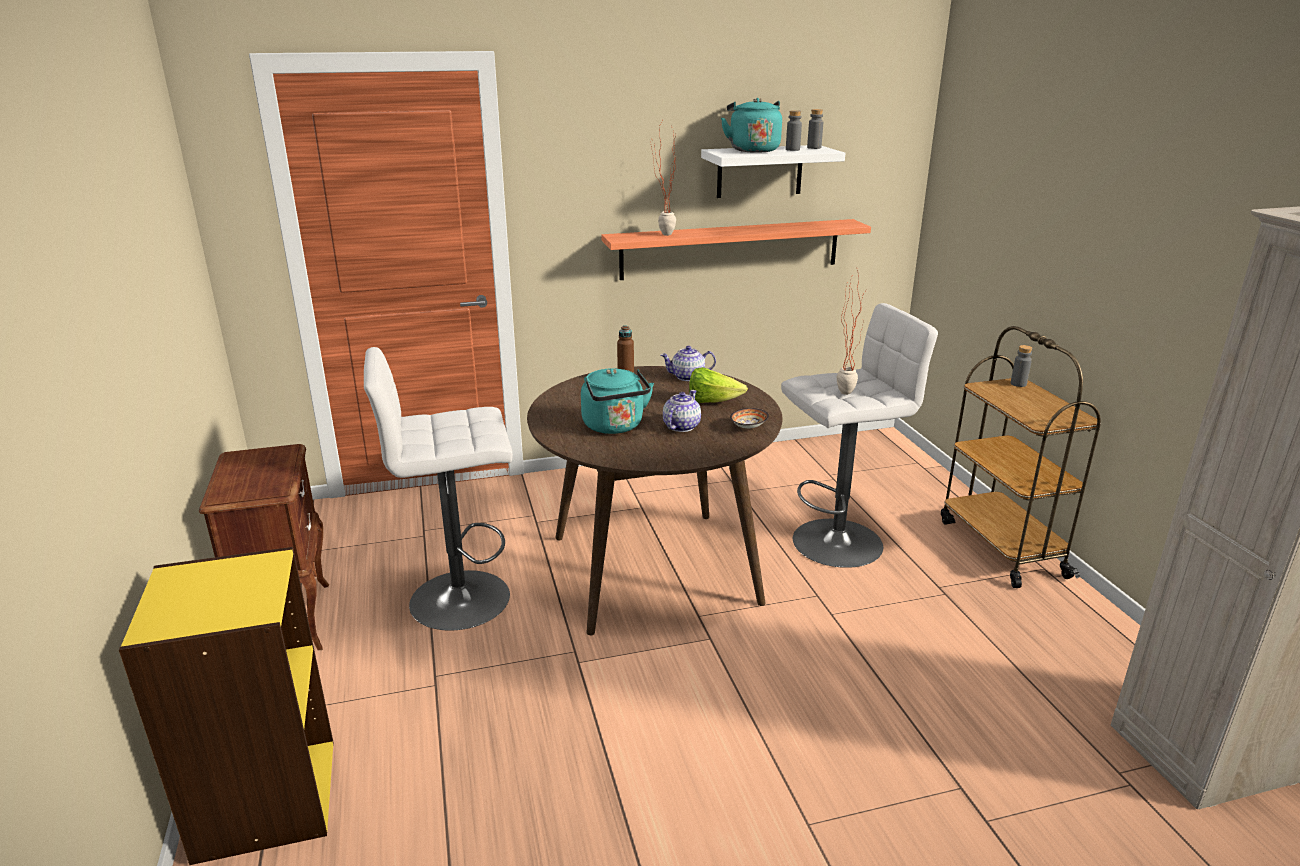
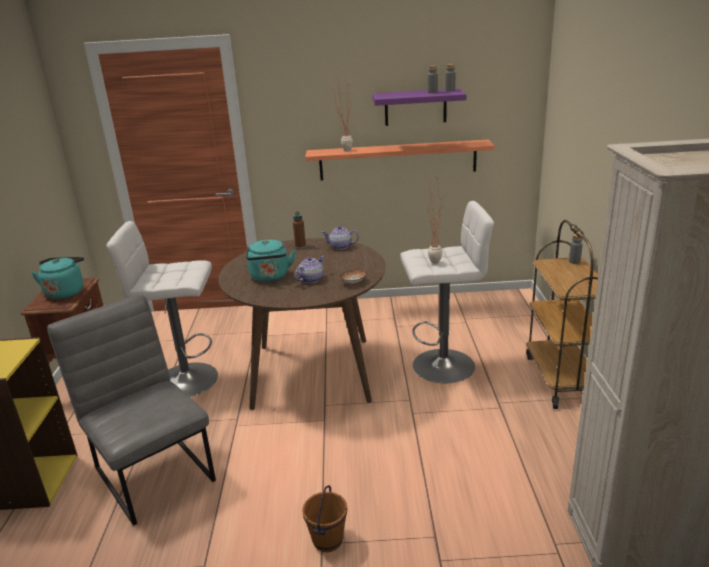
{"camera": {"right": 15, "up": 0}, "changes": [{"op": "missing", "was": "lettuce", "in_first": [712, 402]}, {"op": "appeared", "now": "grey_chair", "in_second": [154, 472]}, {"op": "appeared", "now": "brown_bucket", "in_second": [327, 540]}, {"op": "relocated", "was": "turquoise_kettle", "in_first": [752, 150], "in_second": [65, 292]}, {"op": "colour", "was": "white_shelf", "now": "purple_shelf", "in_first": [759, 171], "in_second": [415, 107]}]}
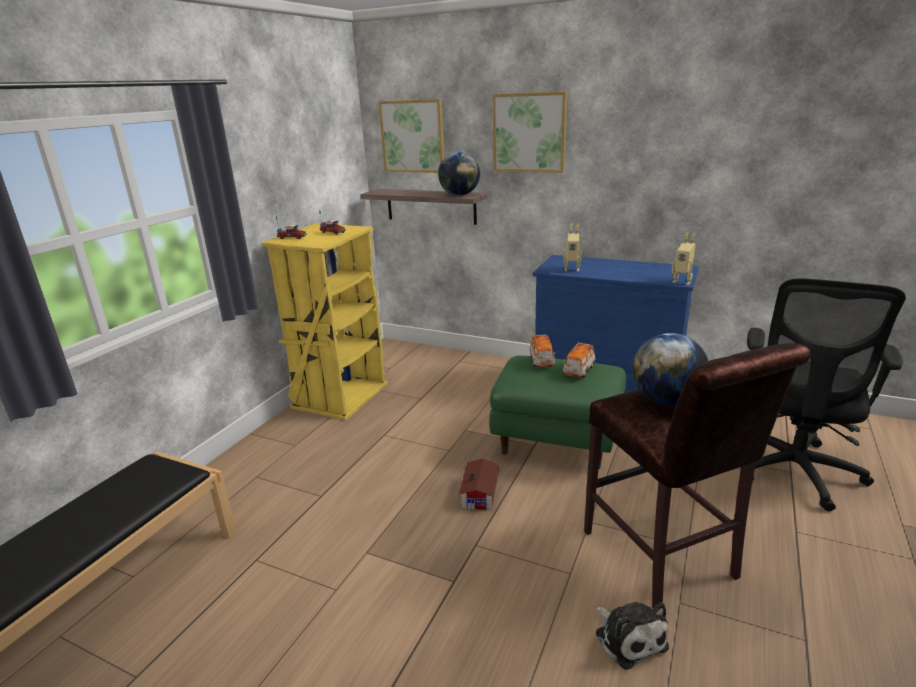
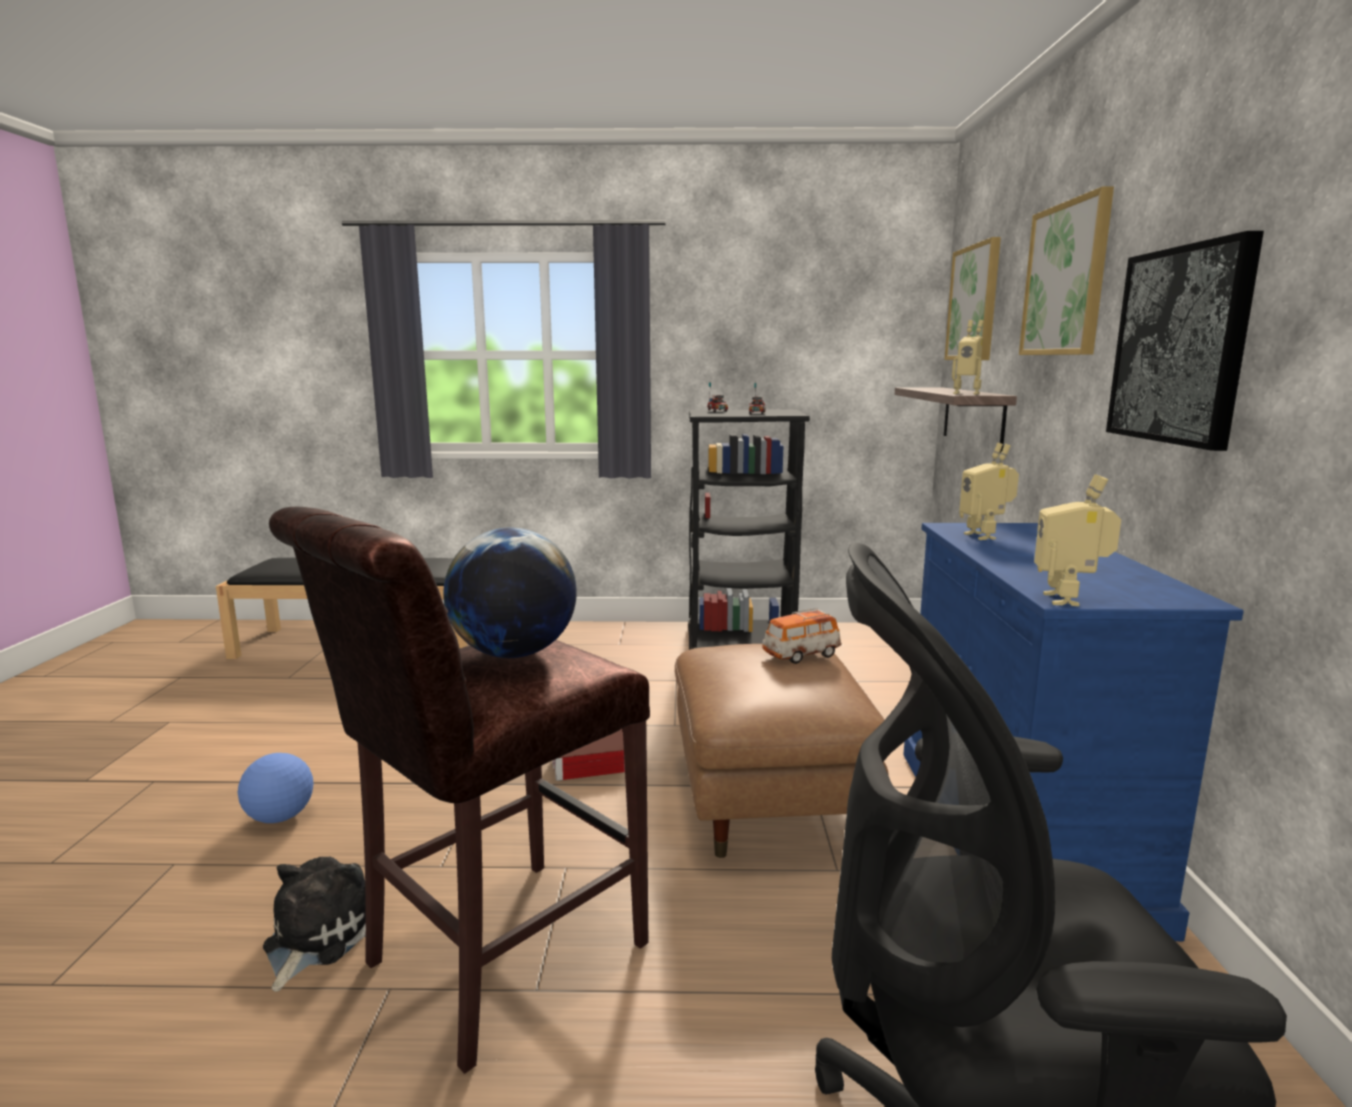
{"camera": {"right": 65, "up": -10}, "changes": [{"op": "missing", "was": "toy_car", "in_first": [578, 371]}, {"op": "appeared", "now": "football", "in_second": [280, 817]}, {"op": "appeared", "now": "picture", "in_second": [1180, 345]}, {"op": "exchanged", "was": "globe", "now": "toy_robot", "in_first": [459, 195], "in_second": [967, 393]}, {"op": "colour", "was": "yellow_bookcase", "now": "black_bookcase", "in_first": [341, 395], "in_second": [742, 638]}, {"op": "colour", "was": "green_ottoman", "now": "brown_ottoman", "in_first": [558, 442], "in_second": [770, 805]}, {"op": "spun", "was": "plush_toy", "in_first": [628, 637], "in_second": [315, 937], "clockwise": 150}]}
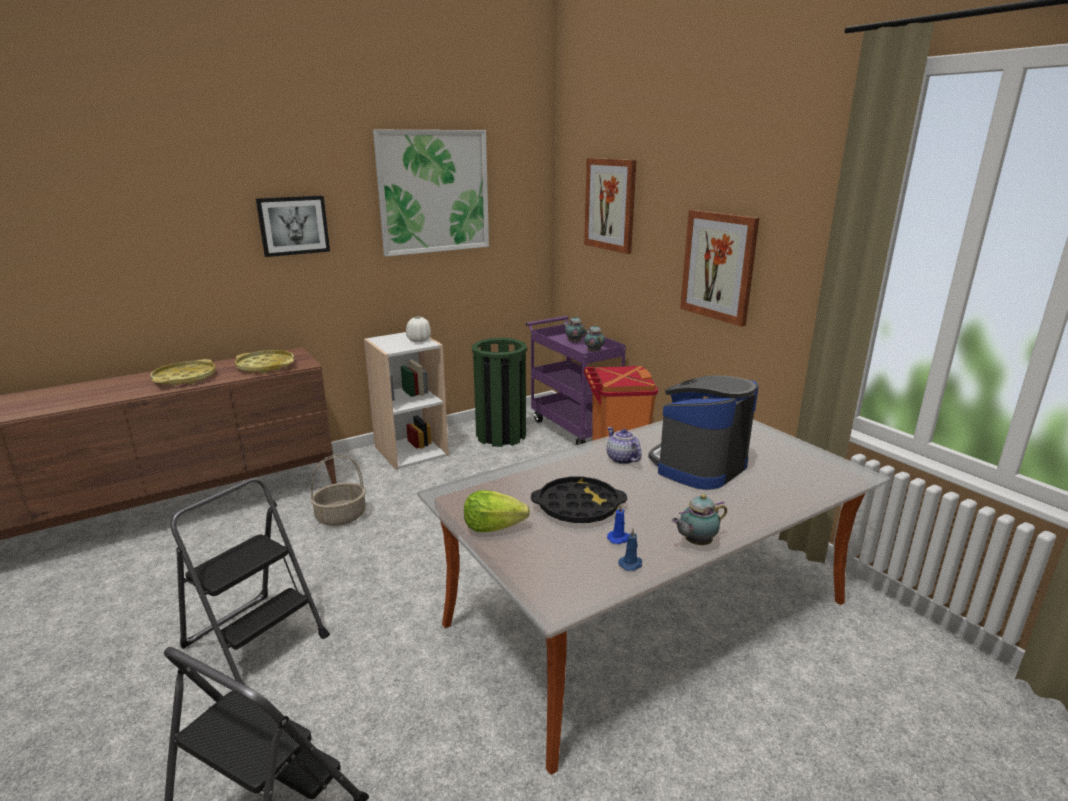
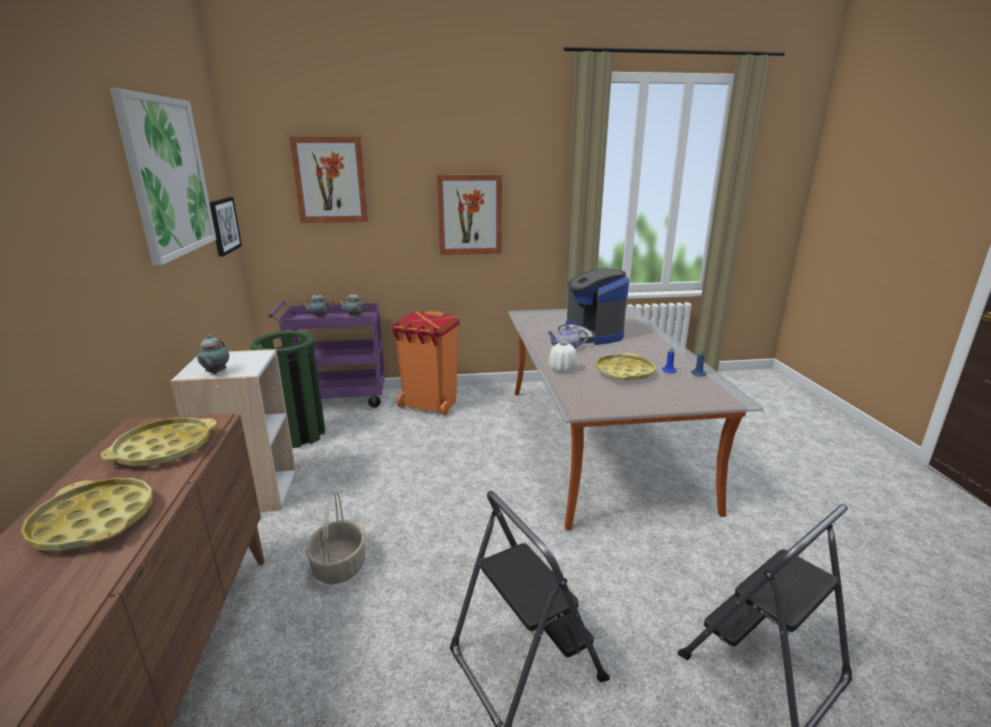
{"camera": {"right": -65, "up": 0}, "changes": [{"op": "missing", "was": "lettuce", "in_first": [492, 527]}, {"op": "relocated", "was": "picture", "in_first": [293, 225], "in_second": [223, 225]}, {"op": "relocated", "was": "white_vase", "in_first": [419, 340], "in_second": [562, 369]}, {"op": "relocated", "was": "teapot", "in_first": [696, 543], "in_second": [215, 373]}, {"op": "colour", "was": "black_tray", "now": "yellow_tray", "in_first": [578, 506], "in_second": [624, 372]}]}
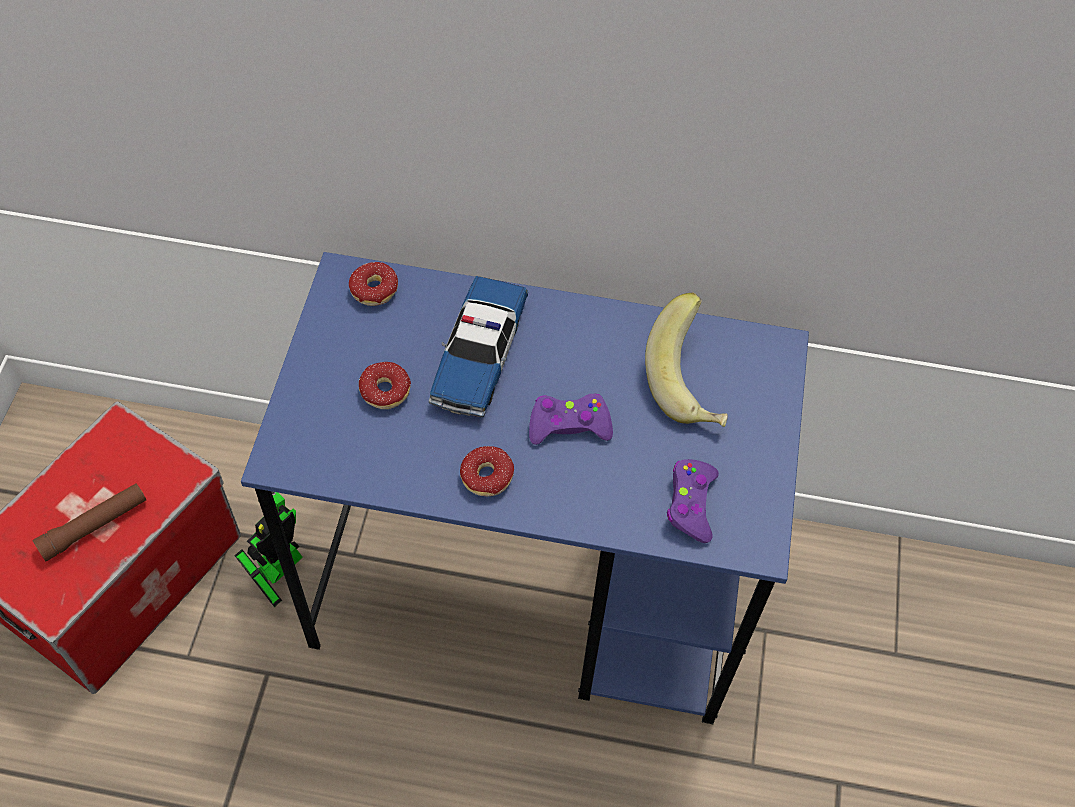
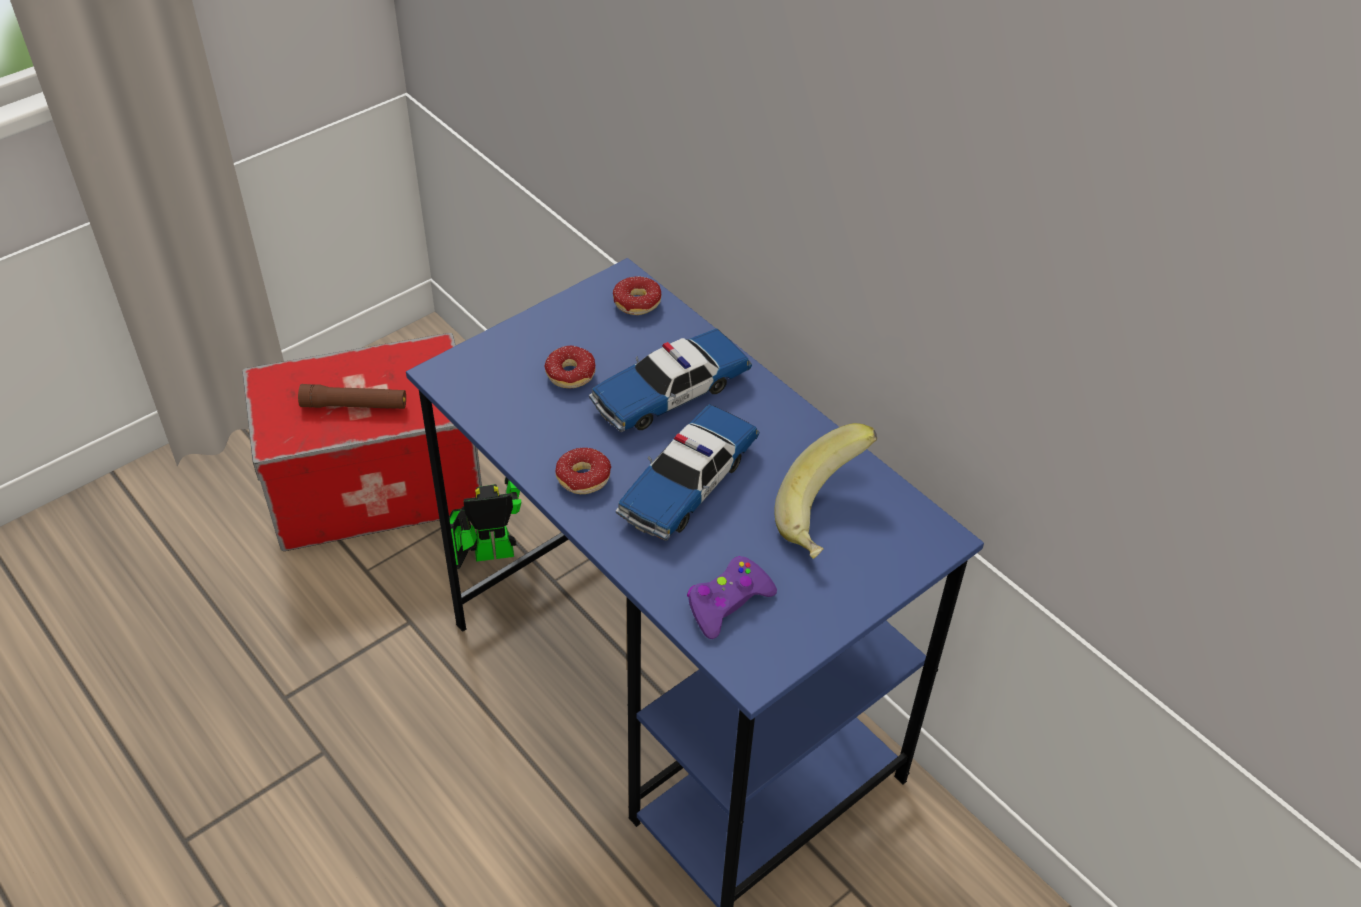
{"camera": {"right": 40, "up": -10}, "changes": [{"op": "exchanged", "was": "purple_game_controller", "now": "toy_car", "in_first": [569, 425], "in_second": [688, 483]}]}
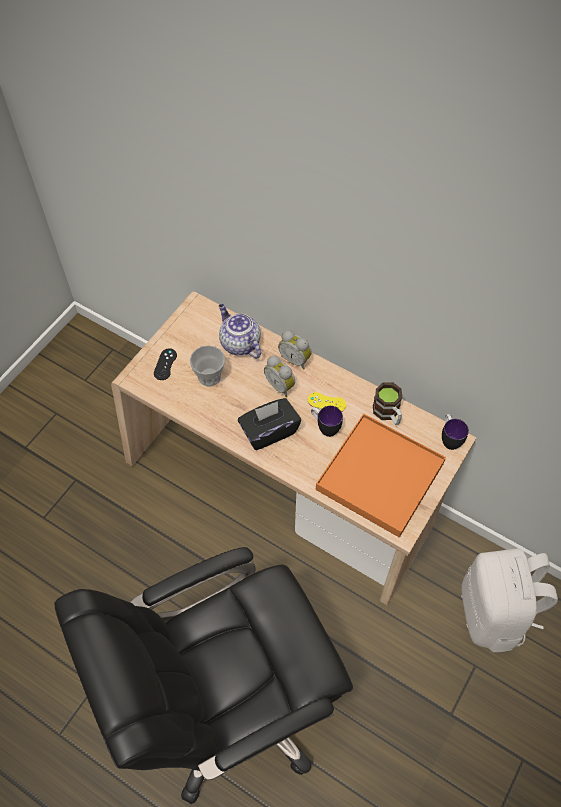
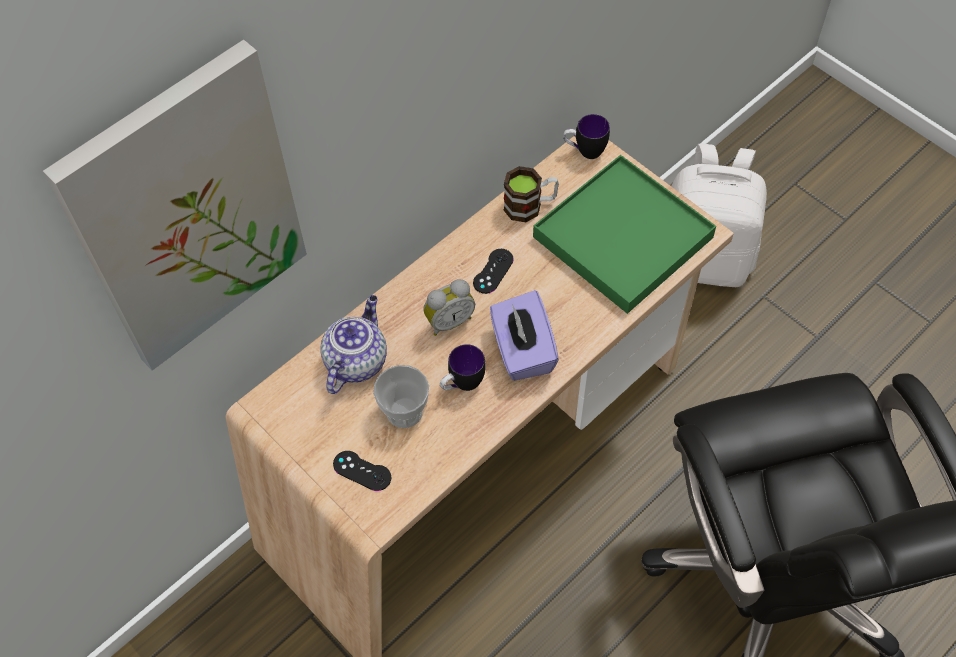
{"camera": {"right": -75, "up": 0}, "changes": [{"op": "missing", "was": "alarm_clock", "in_first": [295, 359]}, {"op": "appeared", "now": "picture", "in_second": [188, 213]}, {"op": "relocated", "was": "mug", "in_first": [325, 427], "in_second": [462, 385]}, {"op": "colour", "was": "black_tissue_box", "now": "purple_tissue_box", "in_first": [269, 431], "in_second": [522, 351]}, {"op": "colour", "was": "yellow_game_controller", "now": "black_game_controller", "in_first": [326, 402], "in_second": [493, 271]}, {"op": "colour", "was": "orange_tray", "now": "green_tray", "in_first": [379, 476], "in_second": [622, 237]}, {"op": "spun", "was": "teapot", "in_first": [239, 343], "in_second": [356, 360], "clockwise": 135}]}
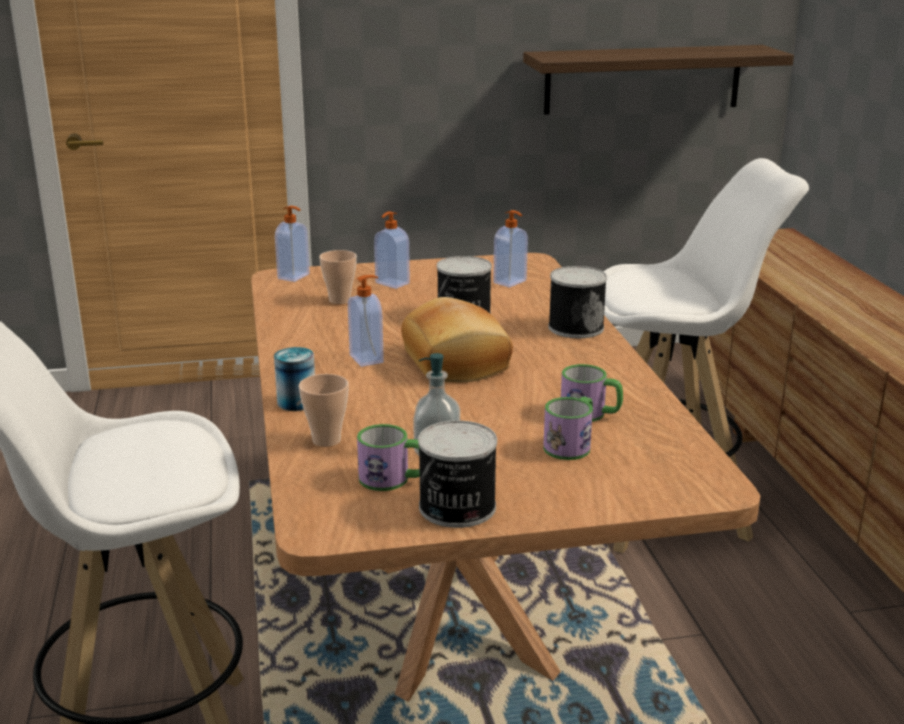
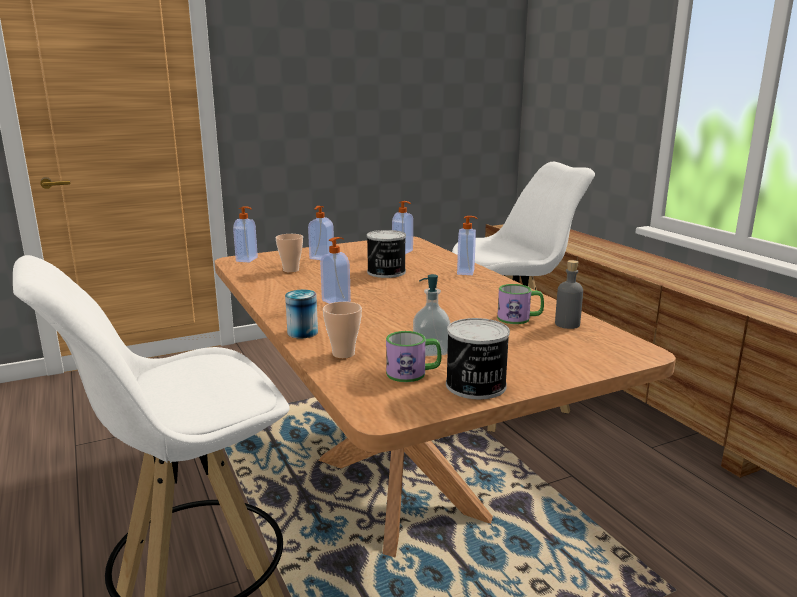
{"camera": {"right": -15, "up": -5}, "changes": [{"op": "missing", "was": "bread", "in_first": [458, 362]}, {"op": "missing", "was": "shelf", "in_first": [643, 79]}, {"op": "missing", "was": "mug", "in_first": [571, 445]}, {"op": "appeared", "now": "grey_bottle", "in_second": [567, 324]}, {"op": "exchanged", "was": "can", "now": "soap_dispenser", "in_first": [575, 327], "in_second": [466, 272]}]}
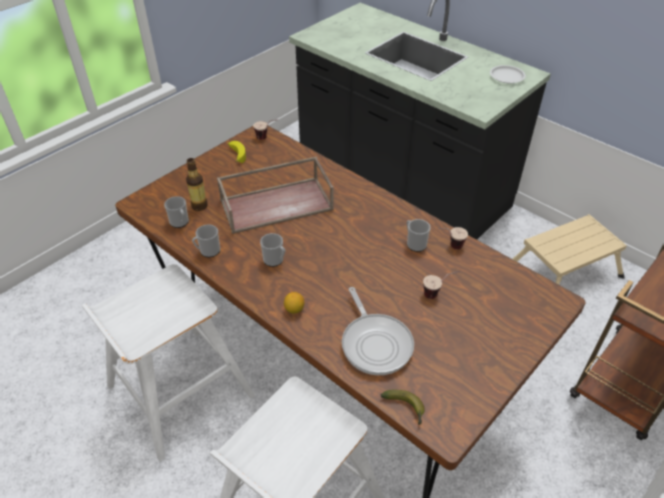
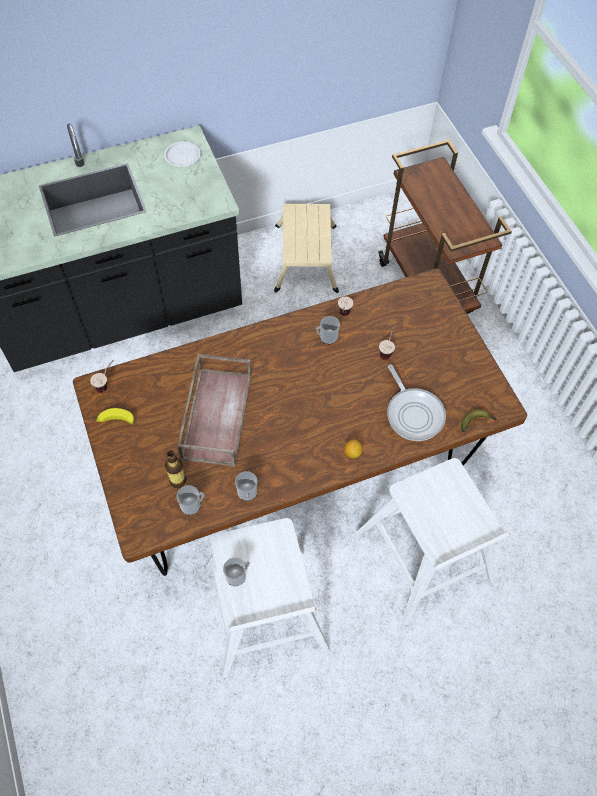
{"camera": {"right": -65, "up": 15}, "changes": [{"op": "relocated", "was": "mug", "in_first": [275, 260], "in_second": [238, 575]}, {"op": "spun", "was": "frying_pan", "in_first": [375, 343], "in_second": [413, 413], "clockwise": 60}]}
